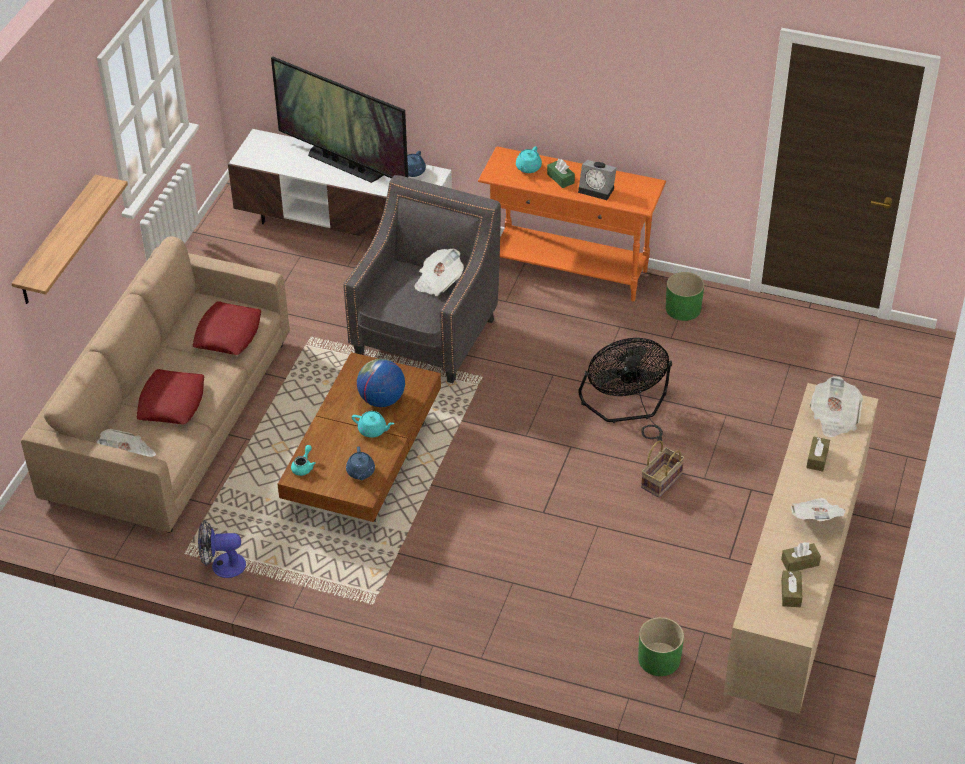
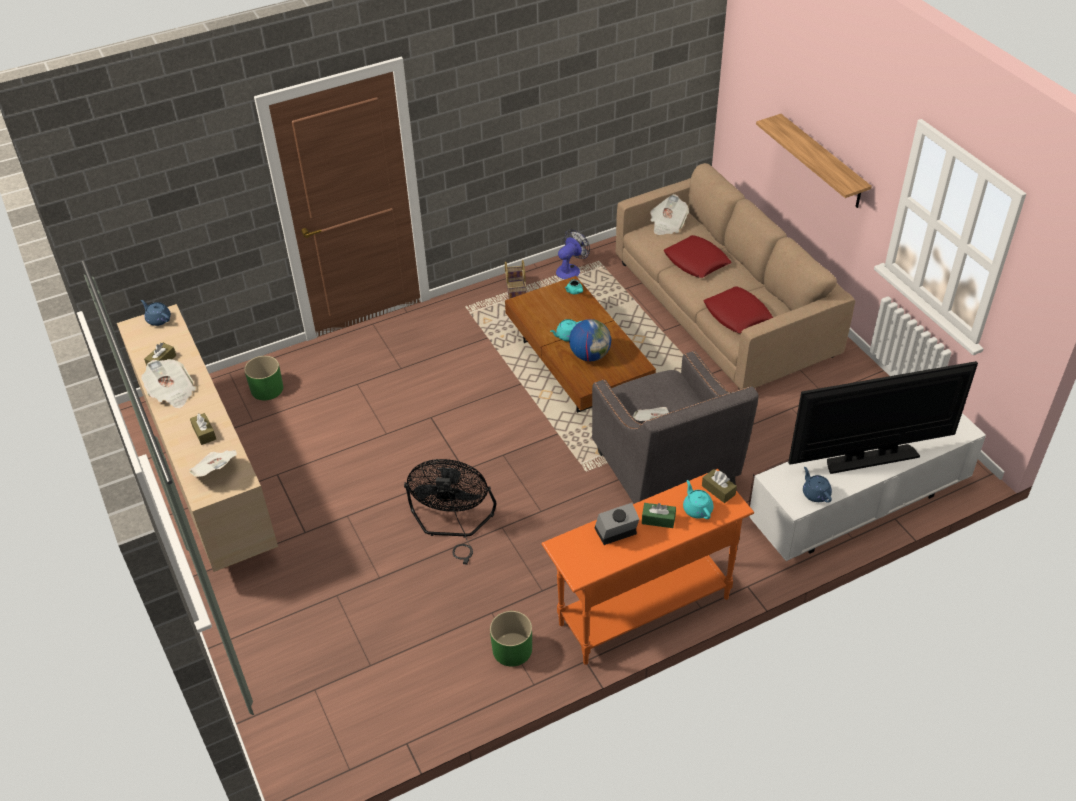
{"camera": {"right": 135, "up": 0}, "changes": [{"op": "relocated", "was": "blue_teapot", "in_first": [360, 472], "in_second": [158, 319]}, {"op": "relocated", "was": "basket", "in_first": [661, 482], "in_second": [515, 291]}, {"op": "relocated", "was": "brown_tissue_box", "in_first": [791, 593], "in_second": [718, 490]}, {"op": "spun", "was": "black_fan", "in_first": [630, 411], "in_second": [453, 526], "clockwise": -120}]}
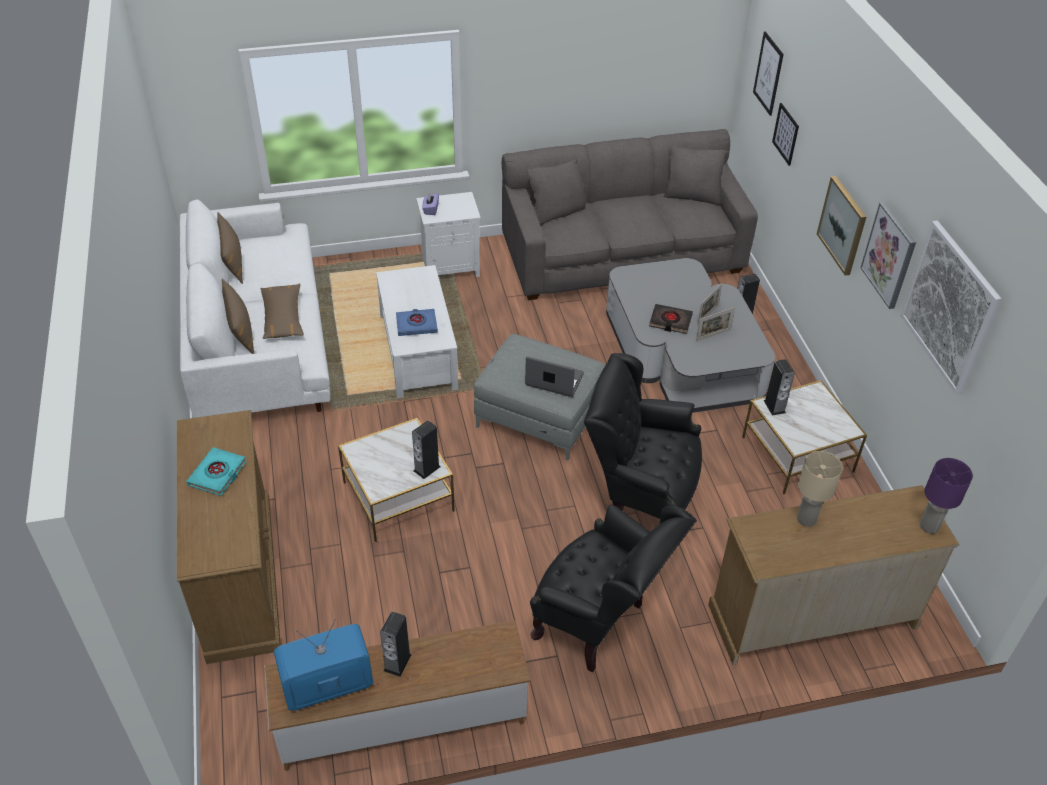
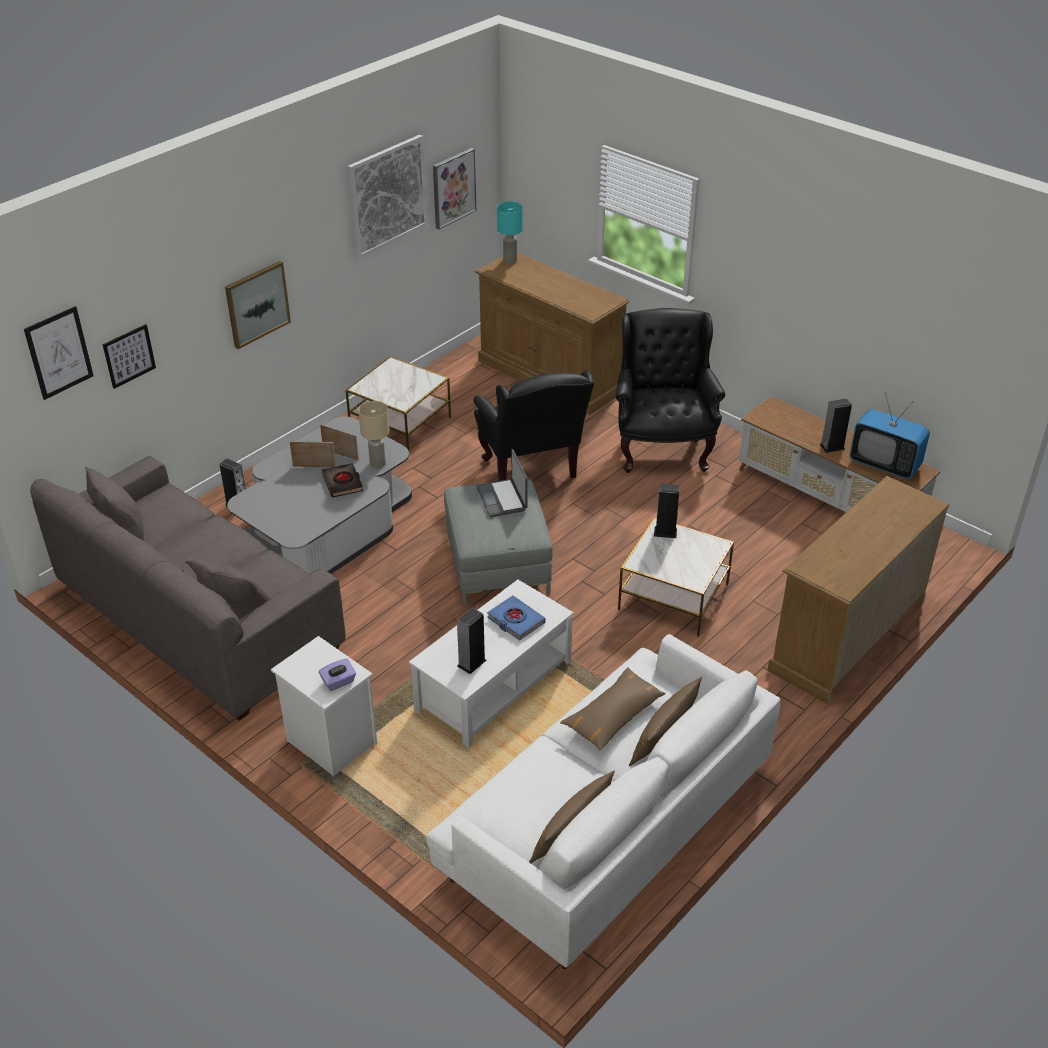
{"camera": {"right": -125, "up": -5}, "changes": [{"op": "missing", "was": "turquoise_book", "in_first": [217, 474]}, {"op": "relocated", "was": "speaker", "in_first": [774, 406], "in_second": [471, 663]}, {"op": "relocated", "was": "beige_table_lamp", "in_first": [806, 519], "in_second": [377, 463]}, {"op": "relocated", "was": "picture", "in_first": [889, 255], "in_second": [453, 188]}, {"op": "colour", "was": "purple_table_lamp", "now": "turquoise_table_lamp", "in_first": [929, 526], "in_second": [510, 260]}]}
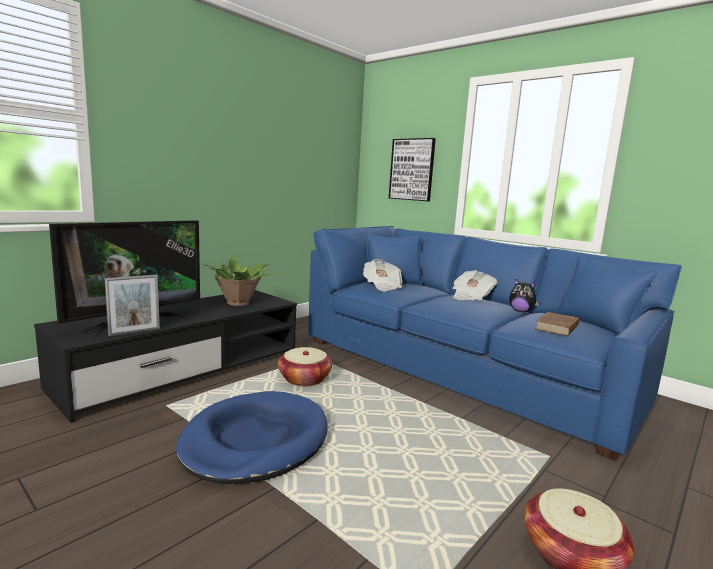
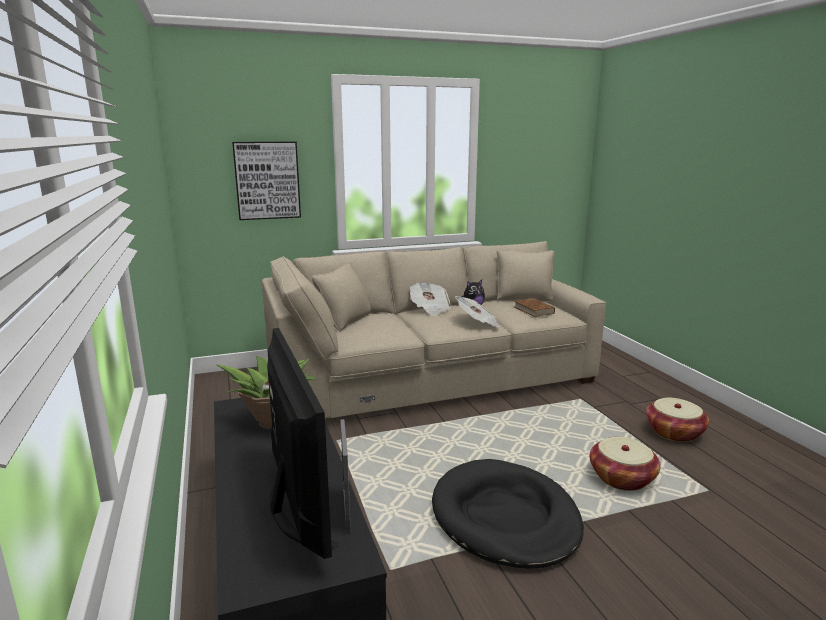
{"camera": {"right": -60, "up": 5}, "changes": [{"op": "relocated", "was": "basket", "in_first": [304, 379], "in_second": [622, 478]}, {"op": "relocated", "was": "newspaper", "in_first": [382, 286], "in_second": [477, 323]}, {"op": "colour", "was": "blue_dog_bed", "now": "black_dog_bed", "in_first": [255, 441], "in_second": [505, 517]}, {"op": "colour", "was": "blue_sofa", "now": "beige_sofa", "in_first": [461, 369], "in_second": [431, 378]}]}
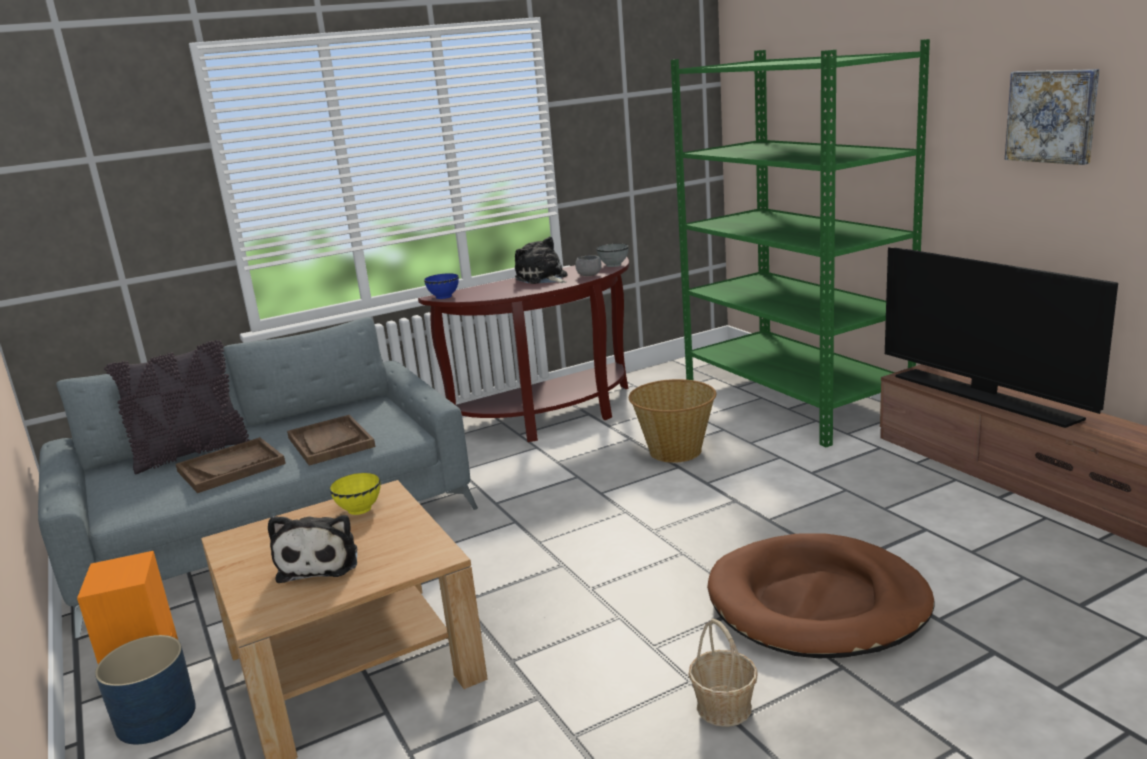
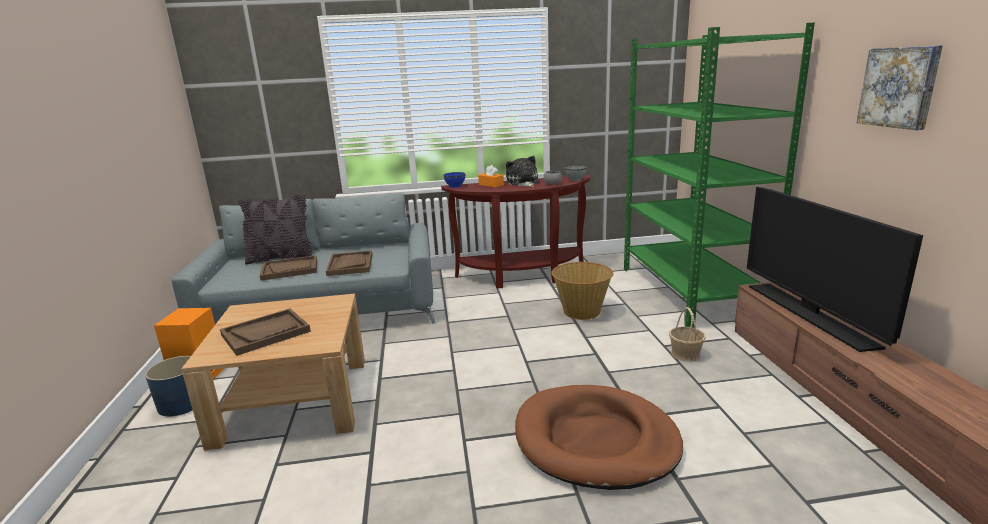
{"camera": {"right": 20, "up": 0}, "changes": [{"op": "missing", "was": "yellow_bowl", "in_first": [359, 509]}, {"op": "appeared", "now": "orange_tissue_box", "in_second": [491, 185]}, {"op": "relocated", "was": "basket", "in_first": [724, 707], "in_second": [685, 354]}, {"op": "exchanged", "was": "plush_toy", "now": "brown_tray", "in_first": [320, 562], "in_second": [266, 333]}]}
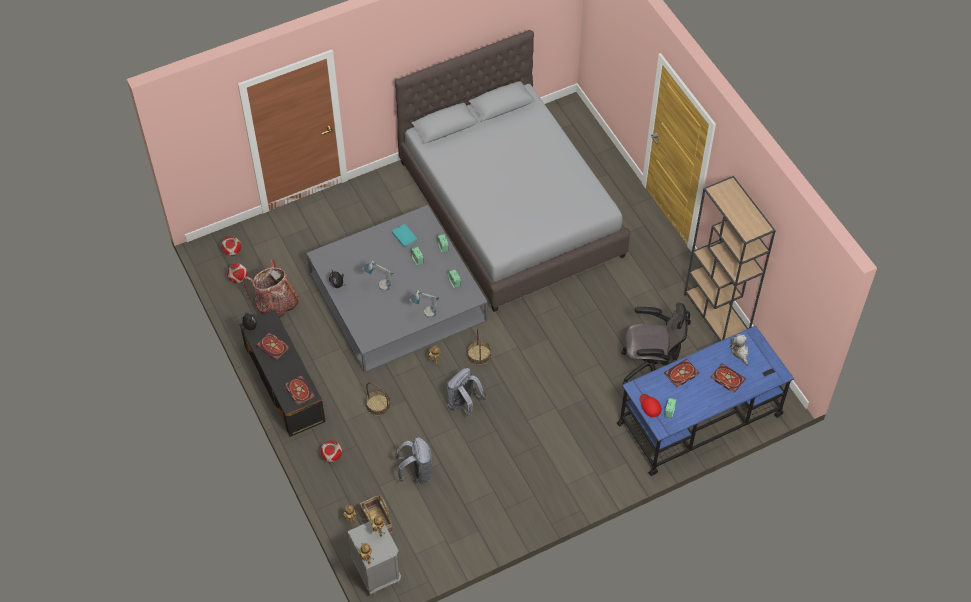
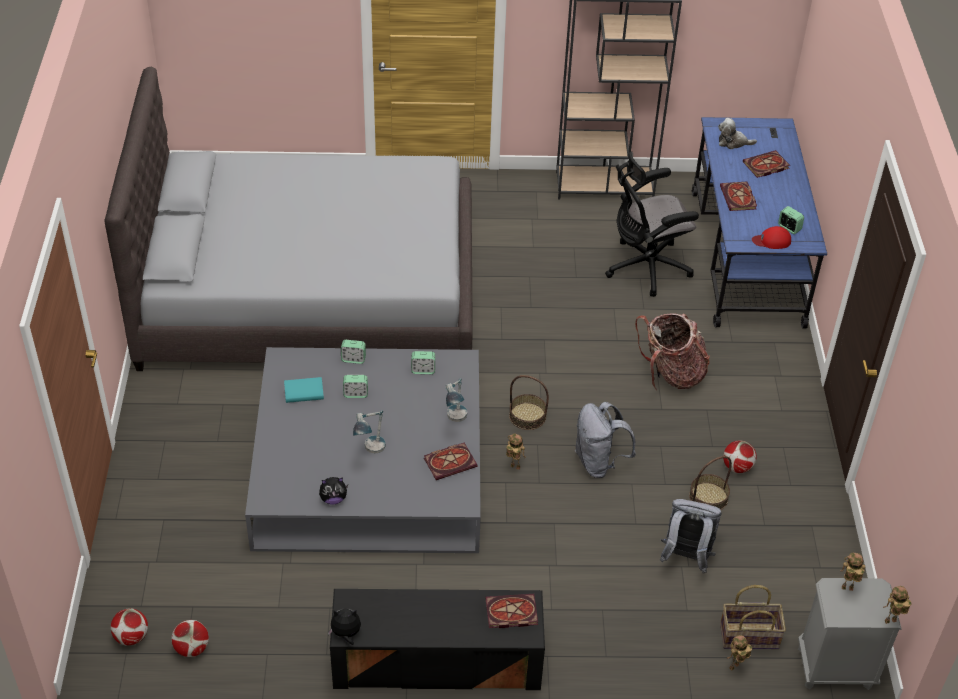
{"camera": {"right": -65, "up": -10}, "changes": [{"op": "relocated", "was": "backpack", "in_first": [276, 305], "in_second": [671, 374]}, {"op": "relocated", "was": "book", "in_first": [274, 347], "in_second": [451, 462]}, {"op": "relocated", "was": "football", "in_first": [332, 456], "in_second": [737, 467]}, {"op": "relocated", "was": "basket", "in_first": [378, 405], "in_second": [708, 497]}, {"op": "spun", "was": "office_chair", "in_first": [650, 368], "in_second": [647, 268], "clockwise": -135}]}
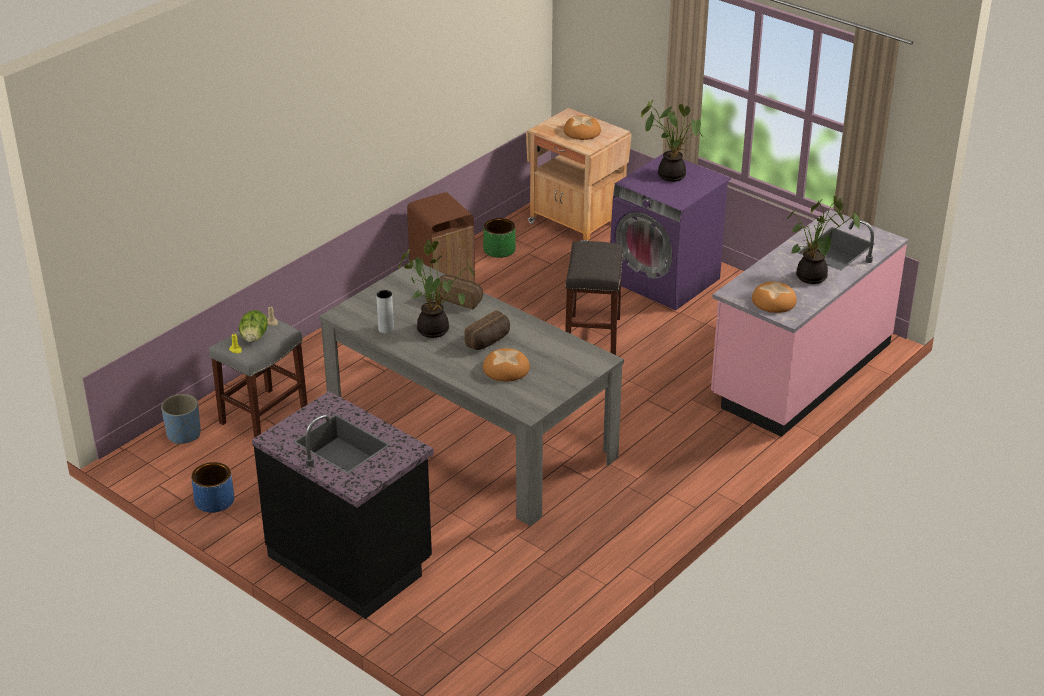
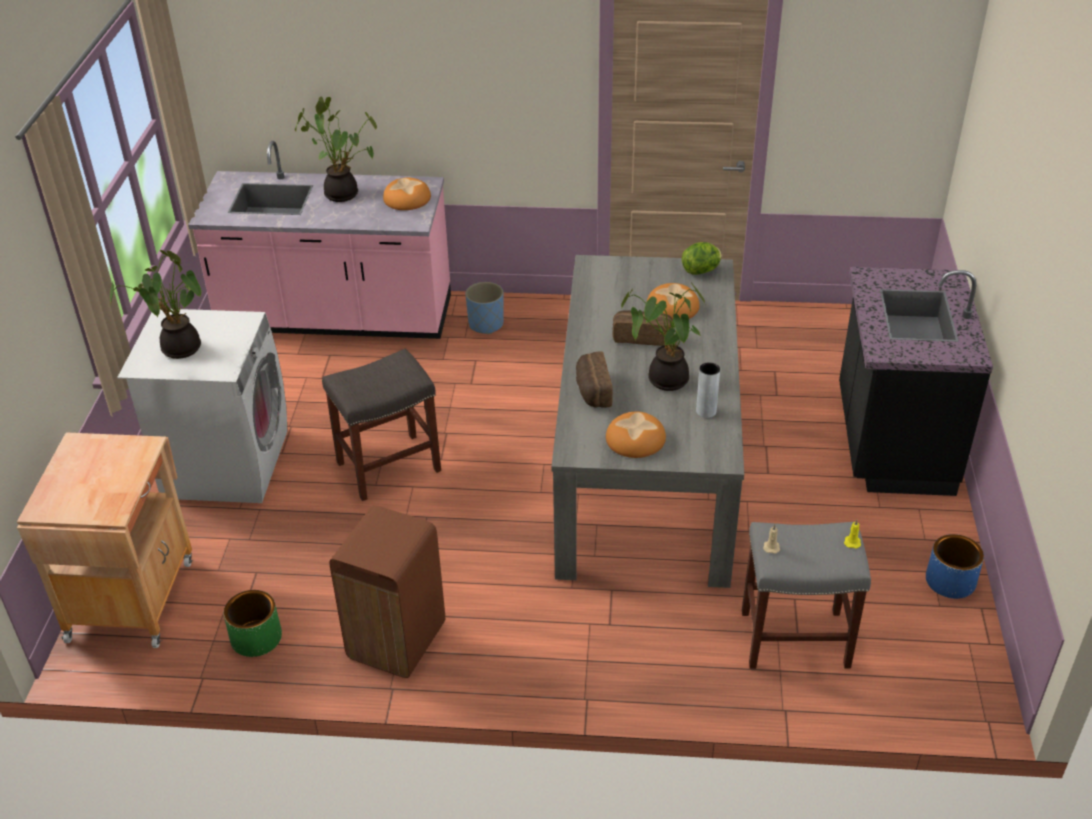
{"camera": {"right": -125, "up": 5}, "changes": [{"op": "relocated", "was": "blue_planter", "in_first": [183, 434], "in_second": [486, 324]}, {"op": "relocated", "was": "lettuce", "in_first": [254, 338], "in_second": [701, 271]}, {"op": "relocated", "was": "bread", "in_first": [582, 132], "in_second": [635, 438]}, {"op": "colour", "was": "purple_washing_machine", "now": "white_washing_machine", "in_first": [667, 280], "in_second": [224, 462]}]}
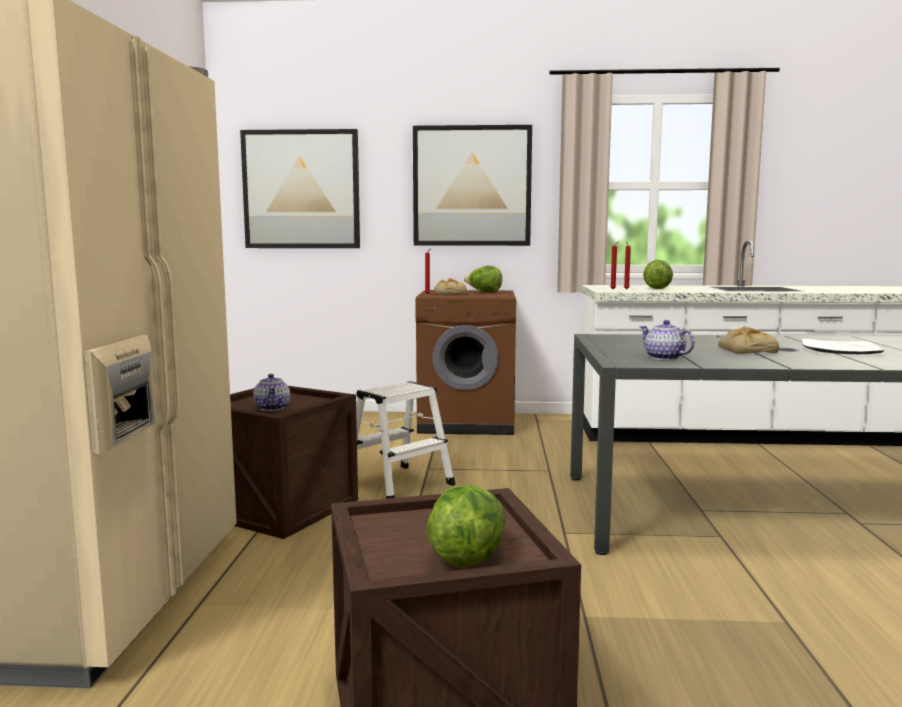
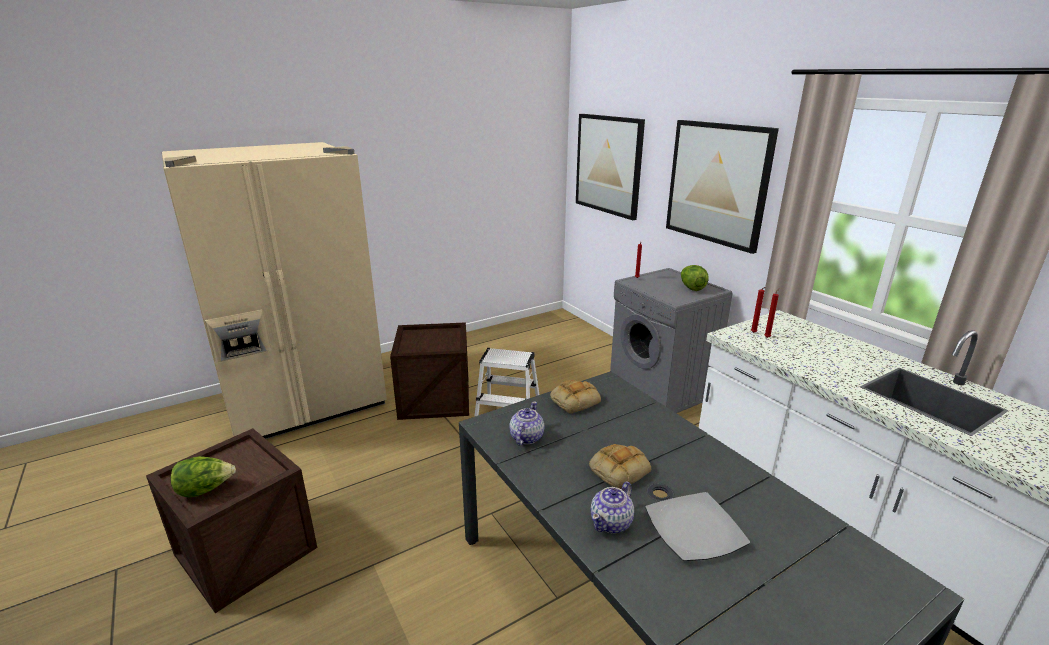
{"camera": {"right": 55, "up": 15}, "changes": [{"op": "missing", "was": "lettuce", "in_first": [657, 288]}, {"op": "relocated", "was": "teapot", "in_first": [272, 408], "in_second": [611, 522]}, {"op": "relocated", "was": "bread", "in_first": [450, 294], "in_second": [575, 400]}, {"op": "colour", "was": "brown_washing_machine", "now": "grey_washing_machine", "in_first": [467, 424], "in_second": [659, 390]}]}
